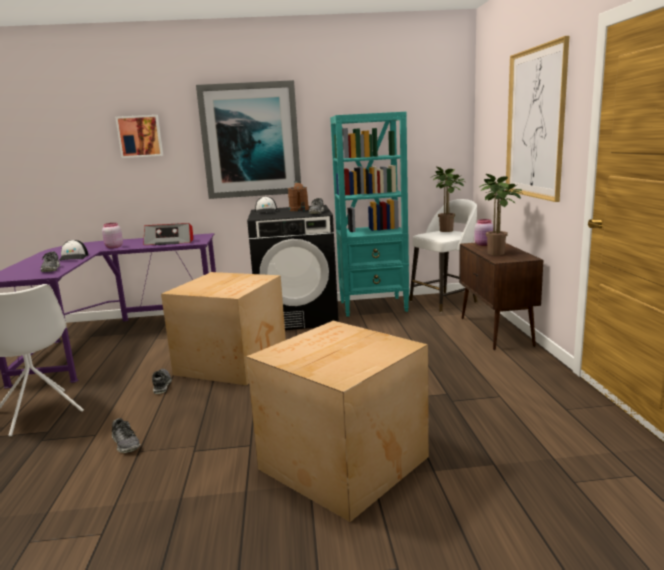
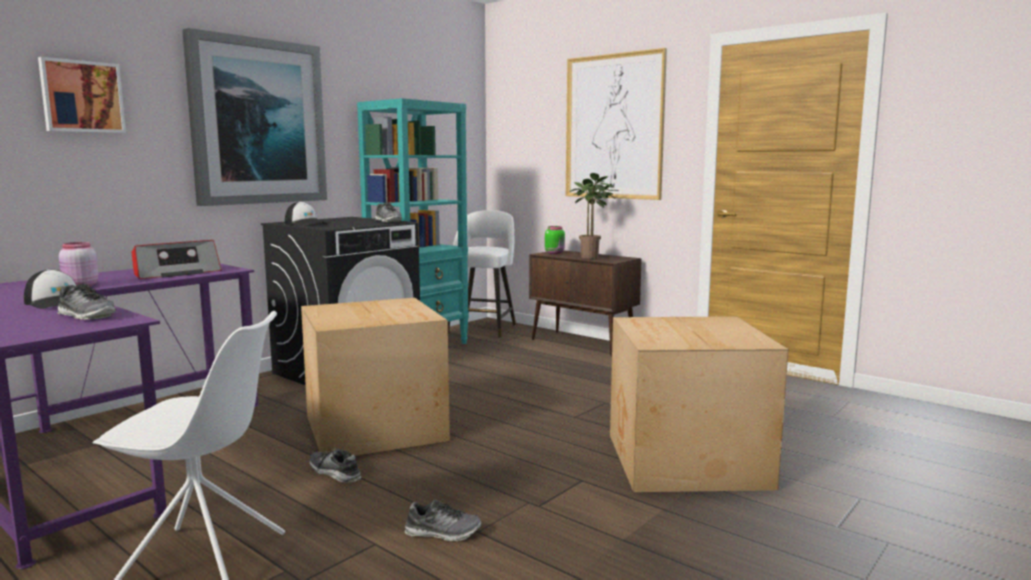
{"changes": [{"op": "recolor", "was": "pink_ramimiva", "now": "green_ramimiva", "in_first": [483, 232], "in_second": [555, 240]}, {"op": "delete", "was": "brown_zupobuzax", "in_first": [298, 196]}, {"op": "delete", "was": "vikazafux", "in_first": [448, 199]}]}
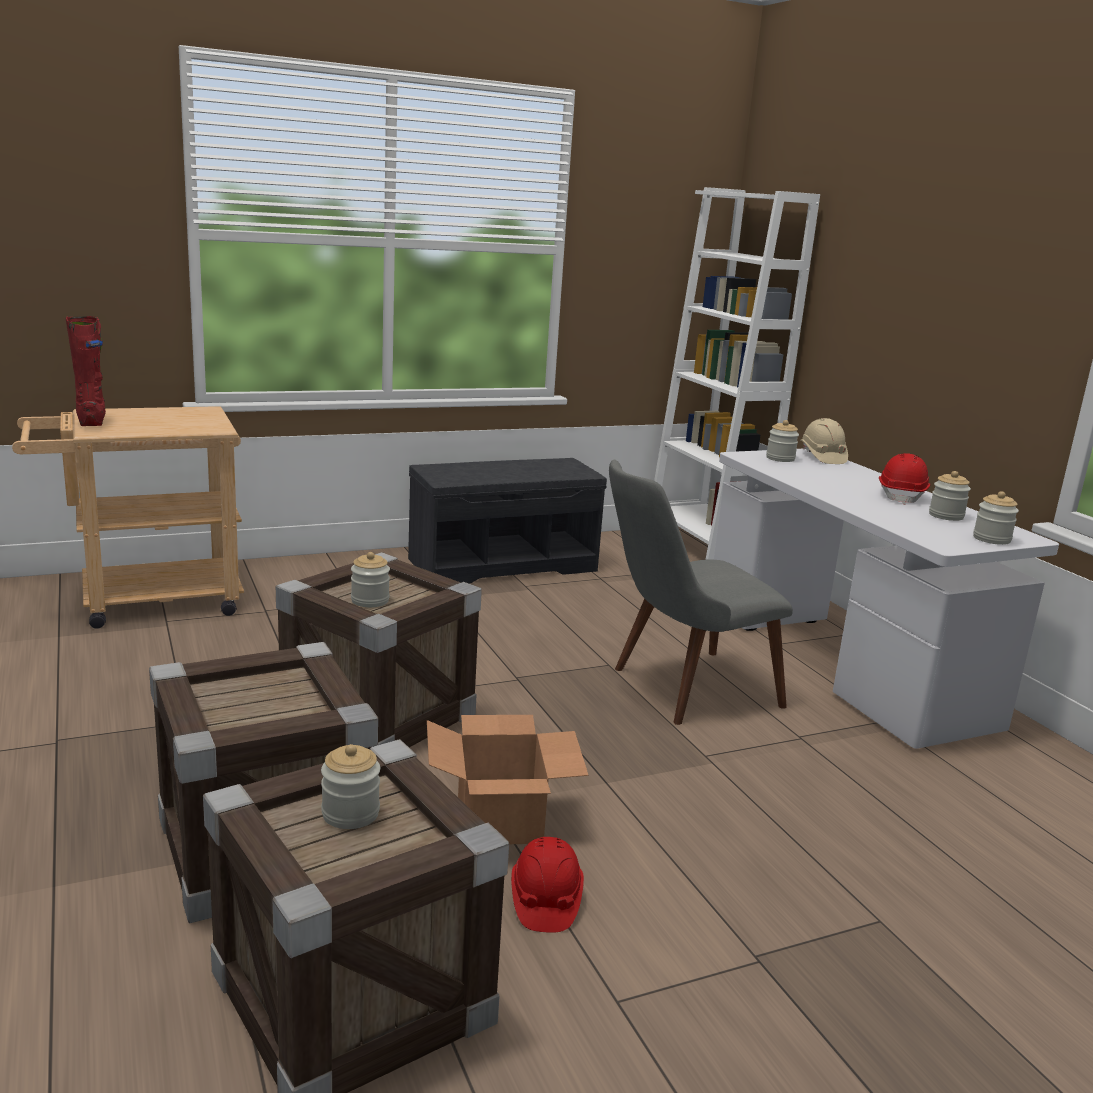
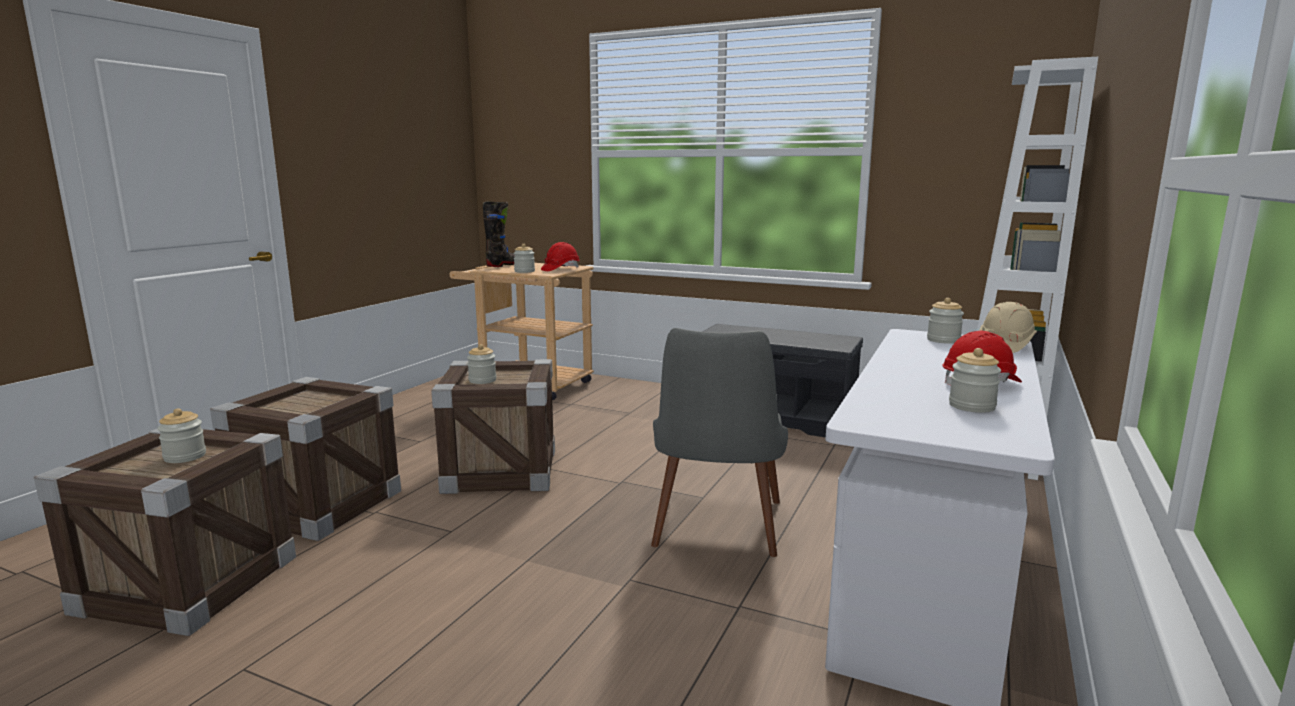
{"changes": [{"op": "recolor", "was": "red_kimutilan", "now": "black_kimutilan", "in_first": [85, 371], "in_second": [498, 234]}, {"op": "move", "was": "ramimiva", "in_first": [996, 518], "in_second": [524, 258]}, {"op": "move", "was": "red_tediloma", "in_first": [547, 885], "in_second": [560, 256]}, {"op": "rotate", "was": "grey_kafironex", "in_first": [701, 592], "in_second": [719, 442], "clockwise": -105}, {"op": "delete", "was": "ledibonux", "in_first": [508, 779]}]}
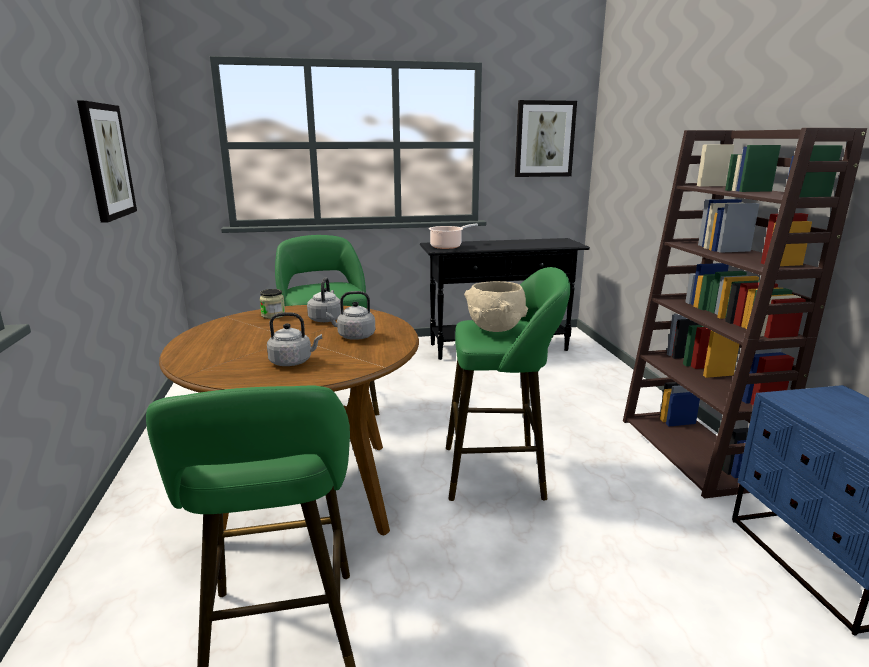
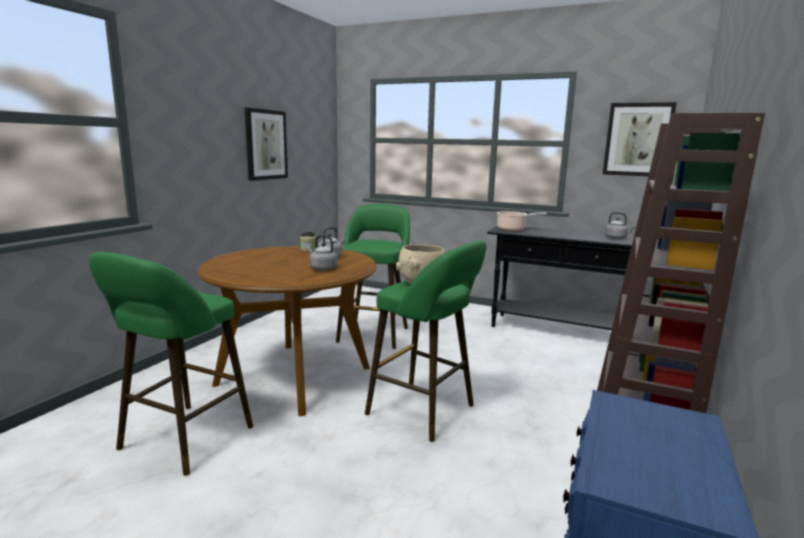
{"changes": [{"op": "move", "was": "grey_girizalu", "in_first": [294, 339], "in_second": [620, 225]}]}
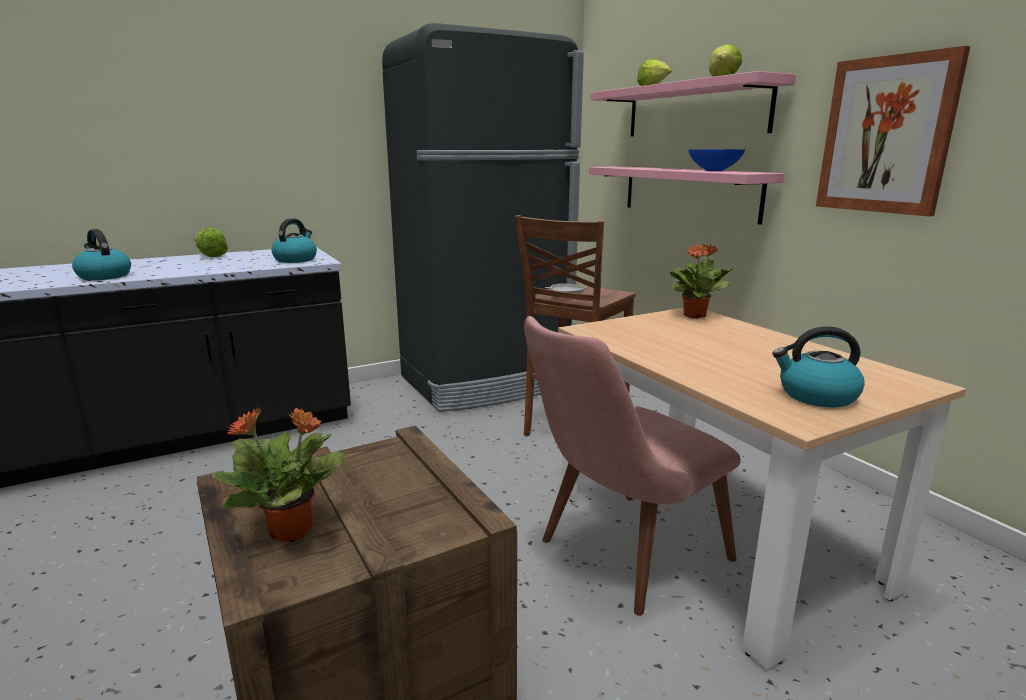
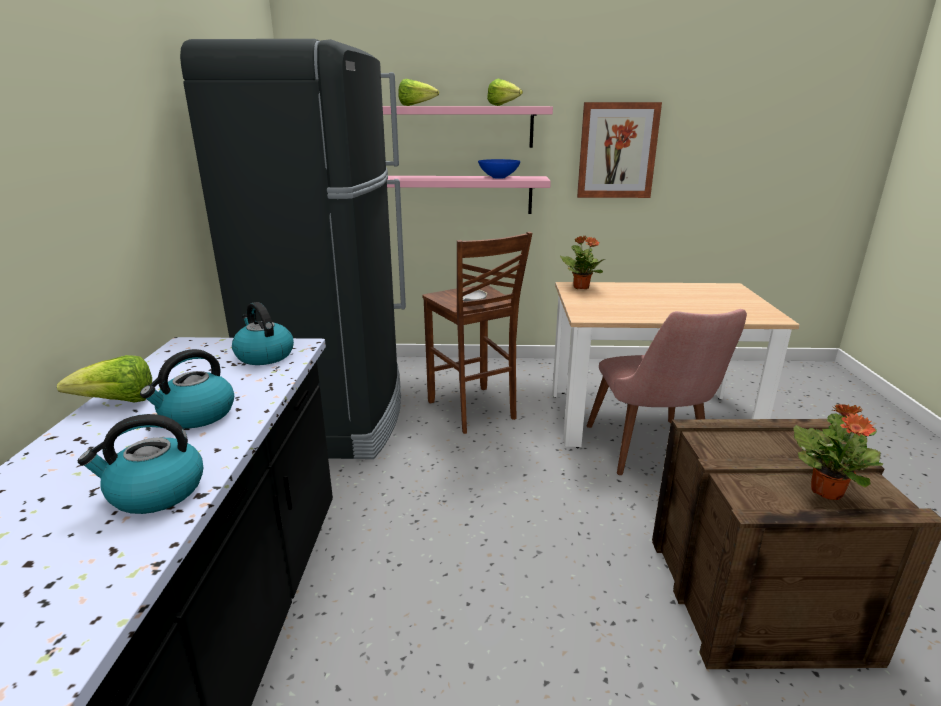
{"changes": [{"op": "move", "was": "girizalu", "in_first": [818, 366], "in_second": [187, 389]}]}
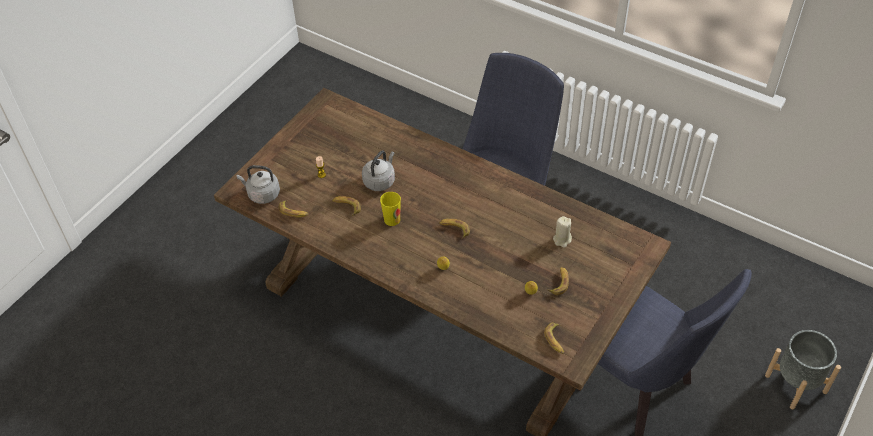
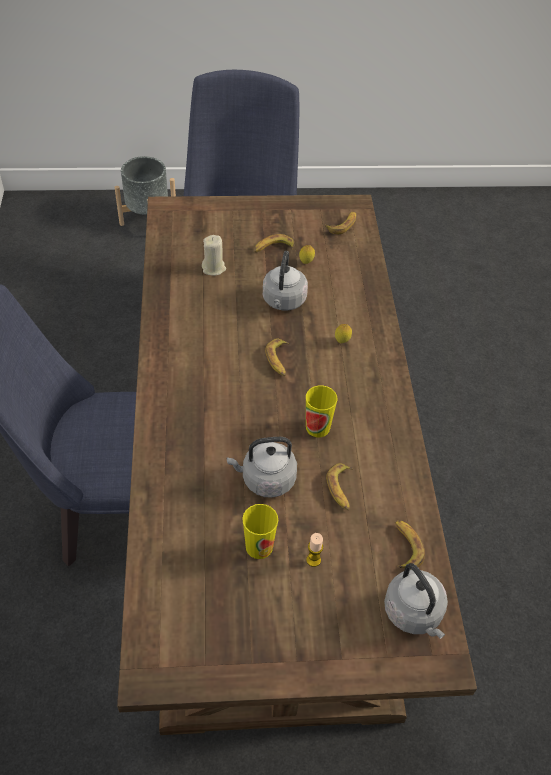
{"changes": [{"op": "insert", "now": "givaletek", "in_second": [260, 531]}, {"op": "insert", "now": "grey_girizalu", "in_second": [285, 281]}]}
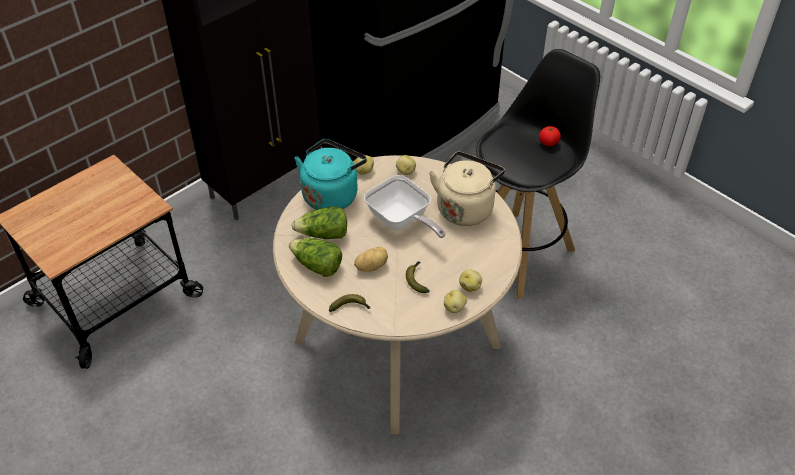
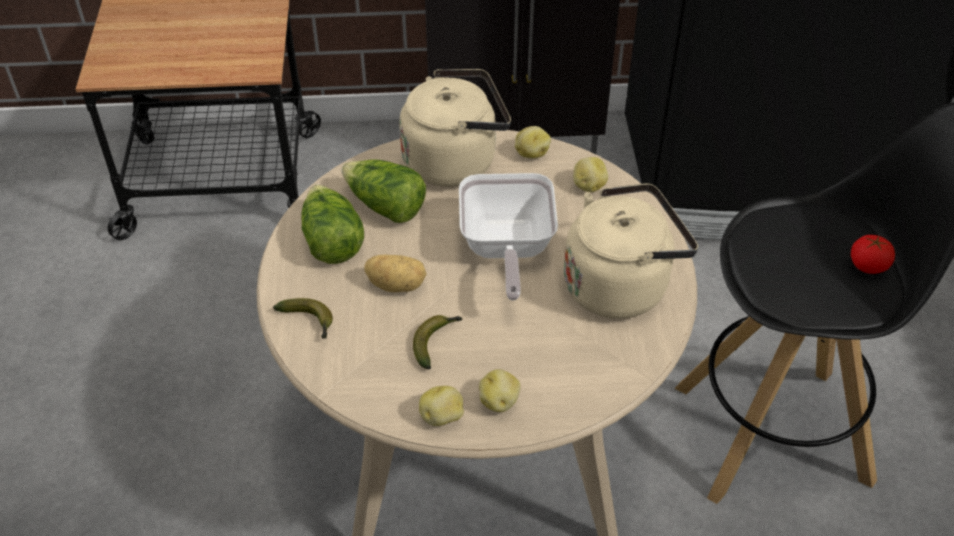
{"changes": [{"op": "recolor", "was": "turquoise_girizalu", "now": "beige_girizalu", "in_first": [331, 174], "in_second": [455, 128]}]}
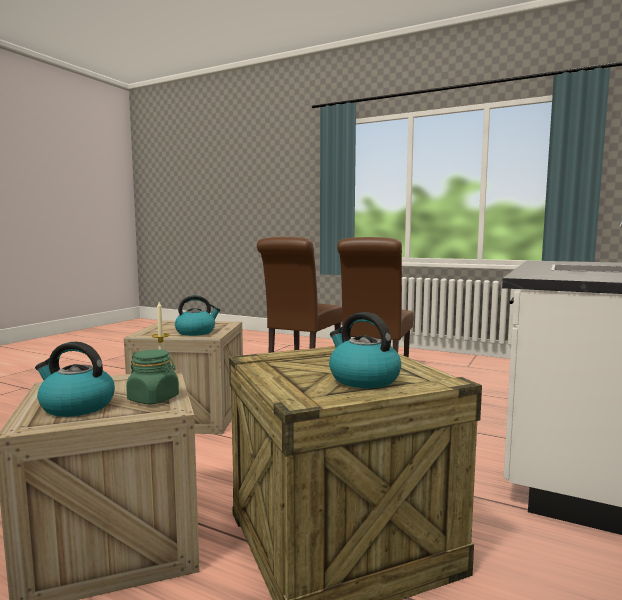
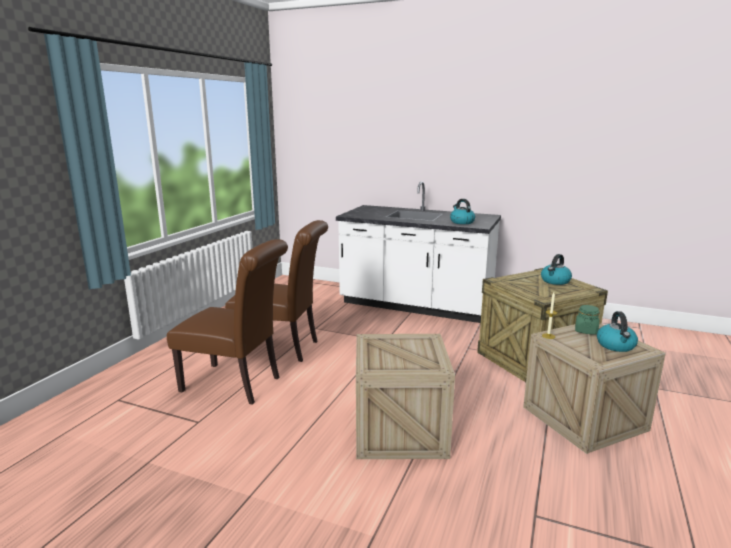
{"changes": [{"op": "move", "was": "girizalu", "in_first": [198, 315], "in_second": [462, 211]}]}
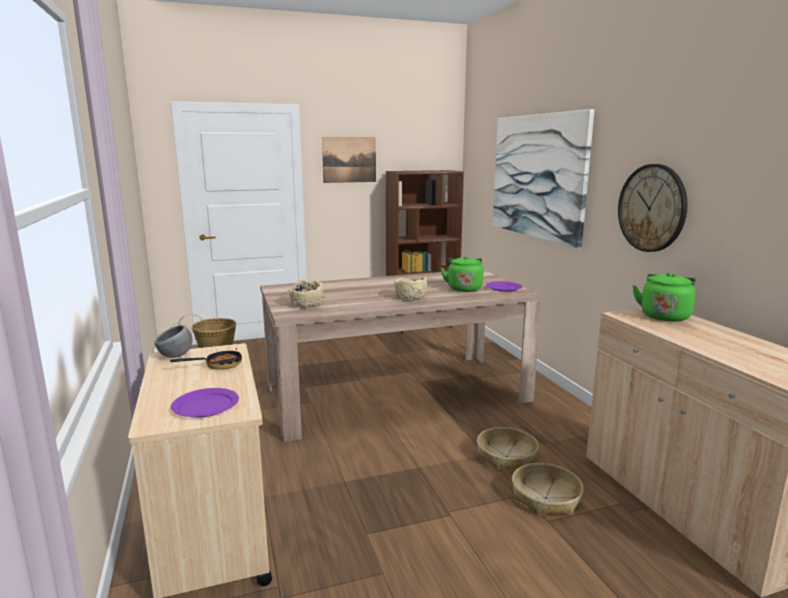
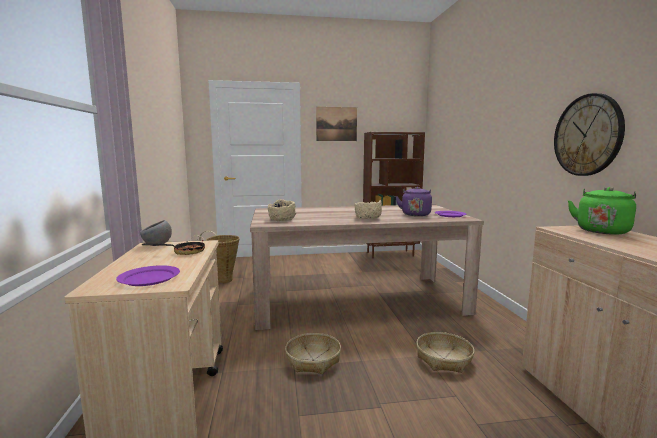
{"changes": [{"op": "move", "was": "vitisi", "in_first": [548, 489], "in_second": [313, 353]}, {"op": "recolor", "was": "green_girizalu", "now": "purple_girizalu", "in_first": [462, 274], "in_second": [414, 201]}, {"op": "delete", "was": "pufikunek", "in_first": [543, 179]}]}
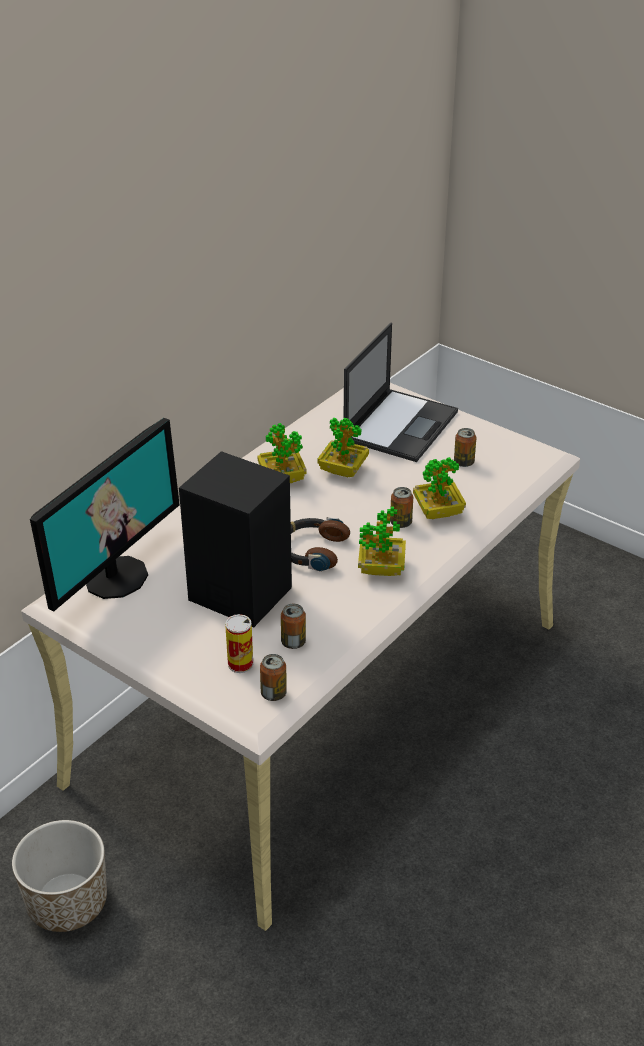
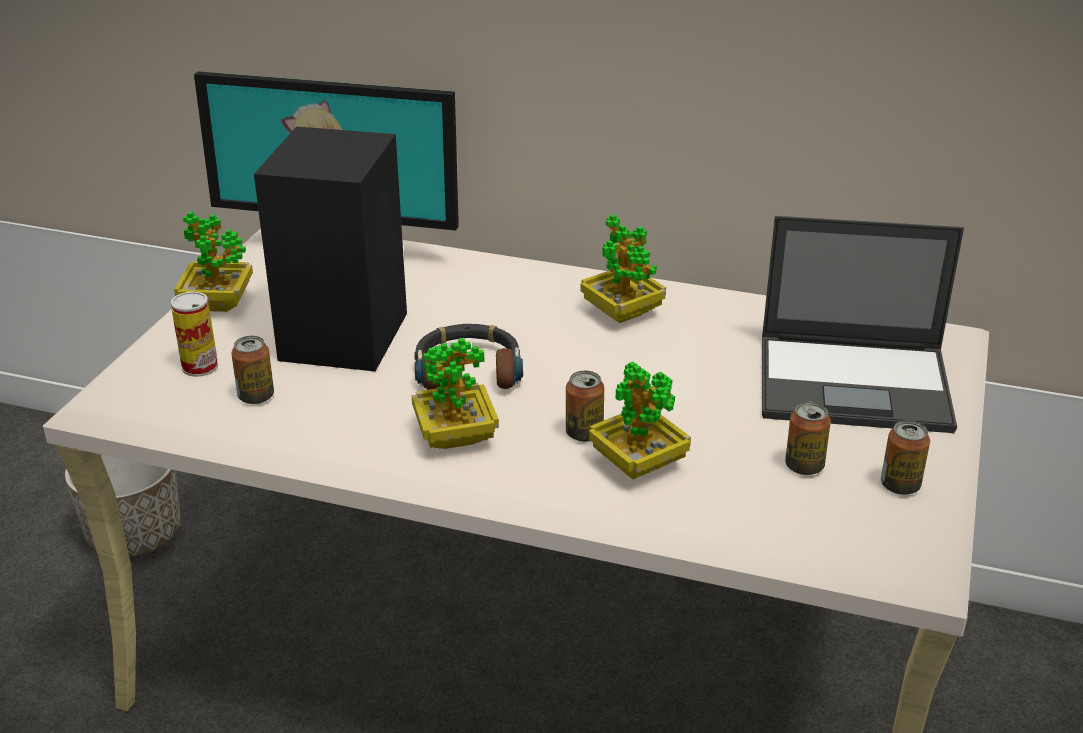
{"changes": [{"op": "move", "was": "vikazafux", "in_first": [343, 447], "in_second": [213, 262]}, {"op": "move", "was": "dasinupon", "in_first": [273, 677], "in_second": [905, 457]}]}
